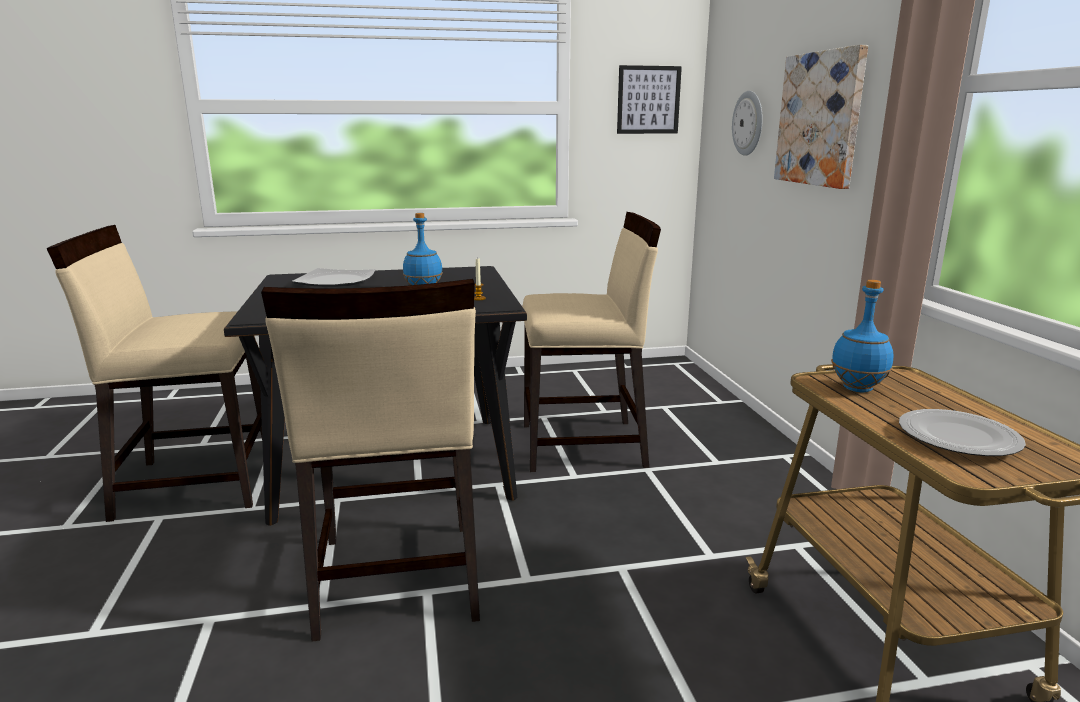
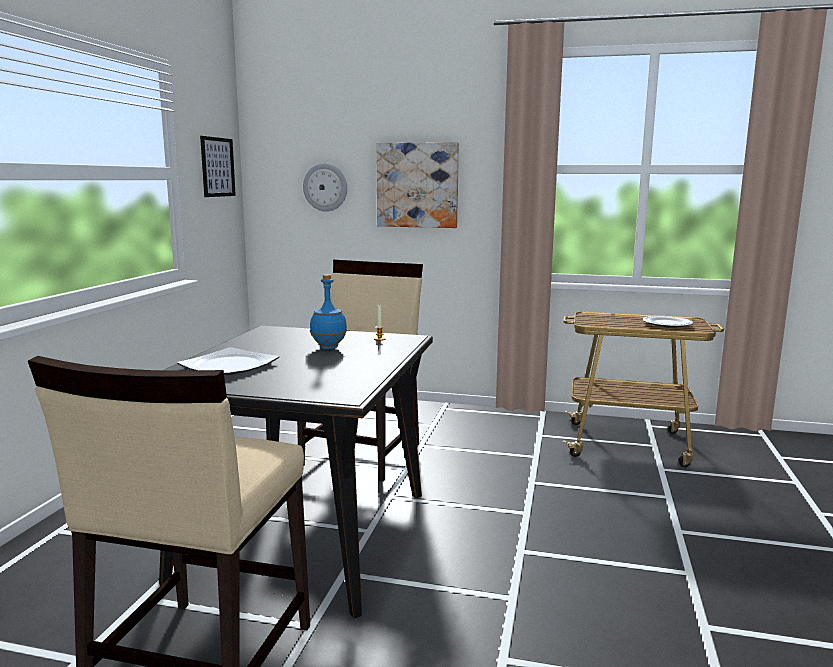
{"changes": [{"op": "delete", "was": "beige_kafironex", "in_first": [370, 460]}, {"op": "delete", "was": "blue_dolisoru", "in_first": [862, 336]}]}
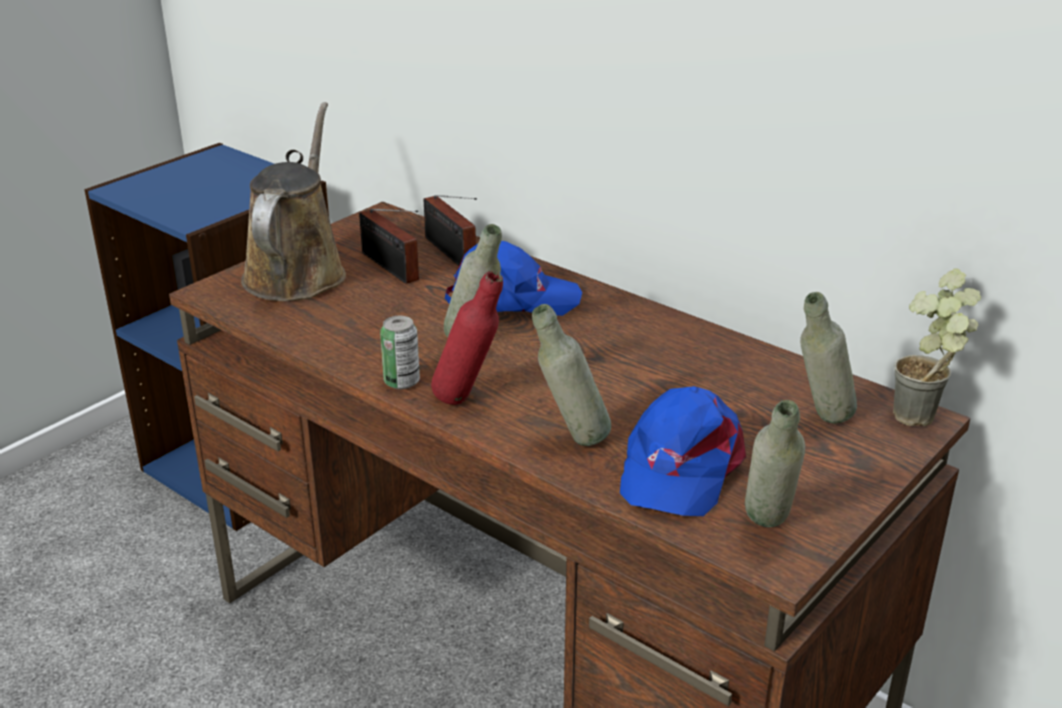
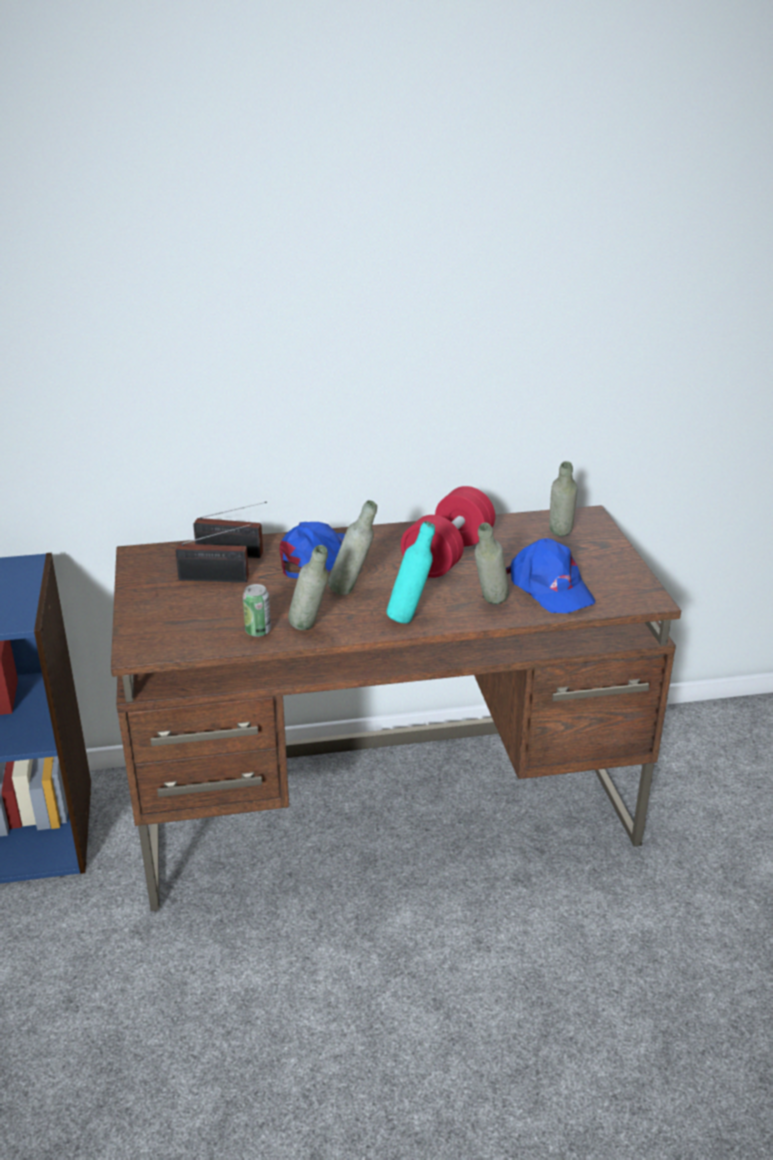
{"changes": [{"op": "move", "was": "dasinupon", "in_first": [400, 352], "in_second": [257, 610]}, {"op": "move", "was": "grey_dolisoru", "in_first": [775, 463], "in_second": [308, 587]}, {"op": "recolor", "was": "red_dolisoru", "now": "turquoise_dolisoru", "in_first": [467, 338], "in_second": [410, 572]}, {"op": "insert", "now": "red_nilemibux", "in_second": [448, 532]}, {"op": "delete", "was": "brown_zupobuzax", "in_first": [293, 201]}, {"op": "delete", "was": "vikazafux", "in_first": [937, 347]}]}
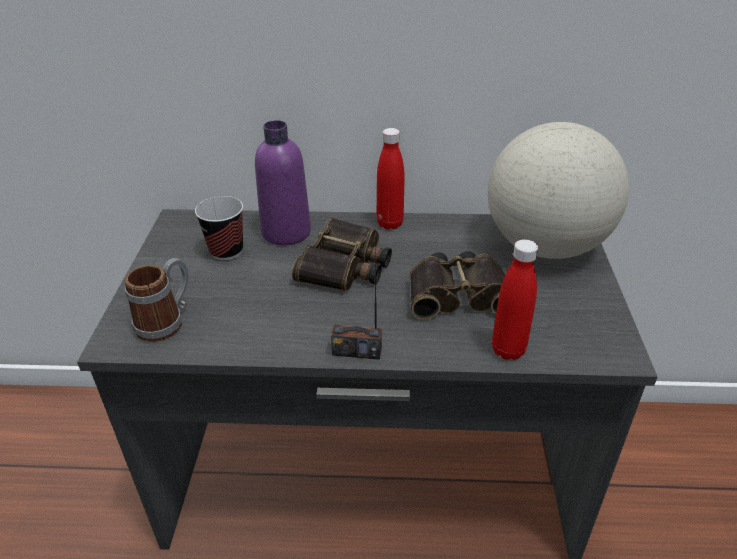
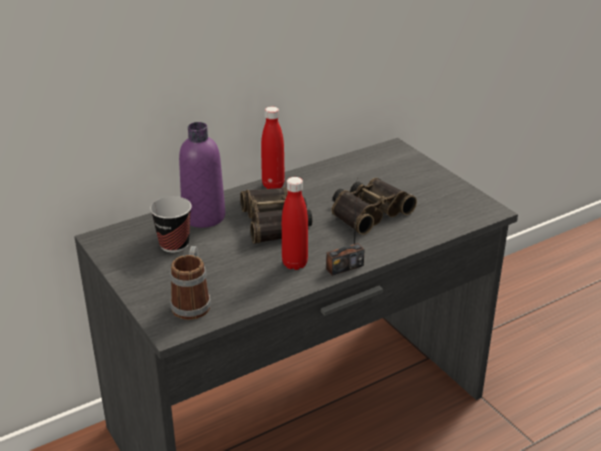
{"changes": [{"op": "move", "was": "red_dolisoru", "in_first": [515, 299], "in_second": [295, 223]}, {"op": "delete", "was": "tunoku", "in_first": [558, 190]}]}
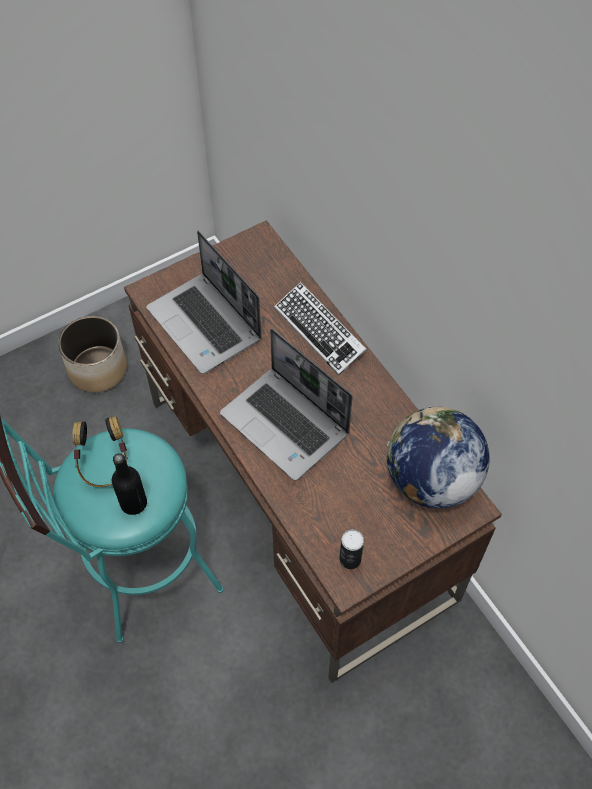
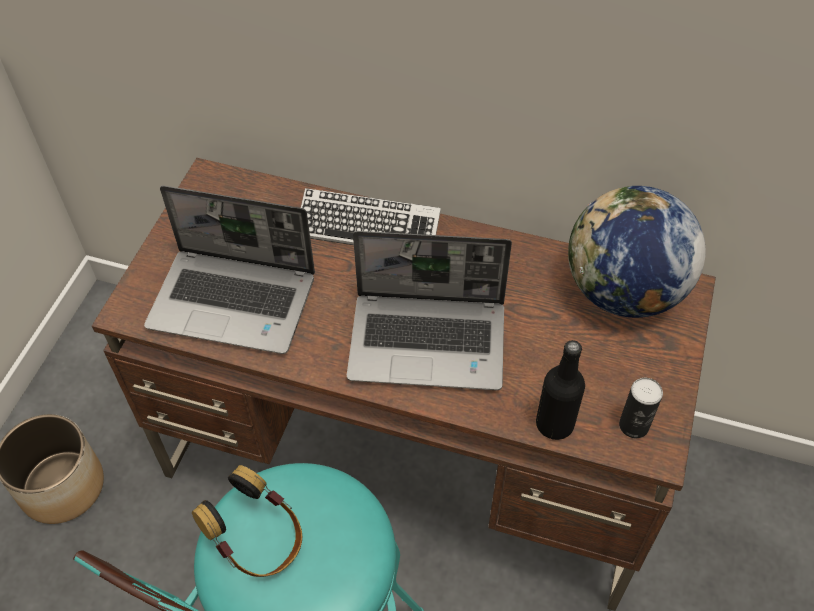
{"changes": [{"op": "move", "was": "black_dolisoru", "in_first": [129, 484], "in_second": [560, 390]}]}
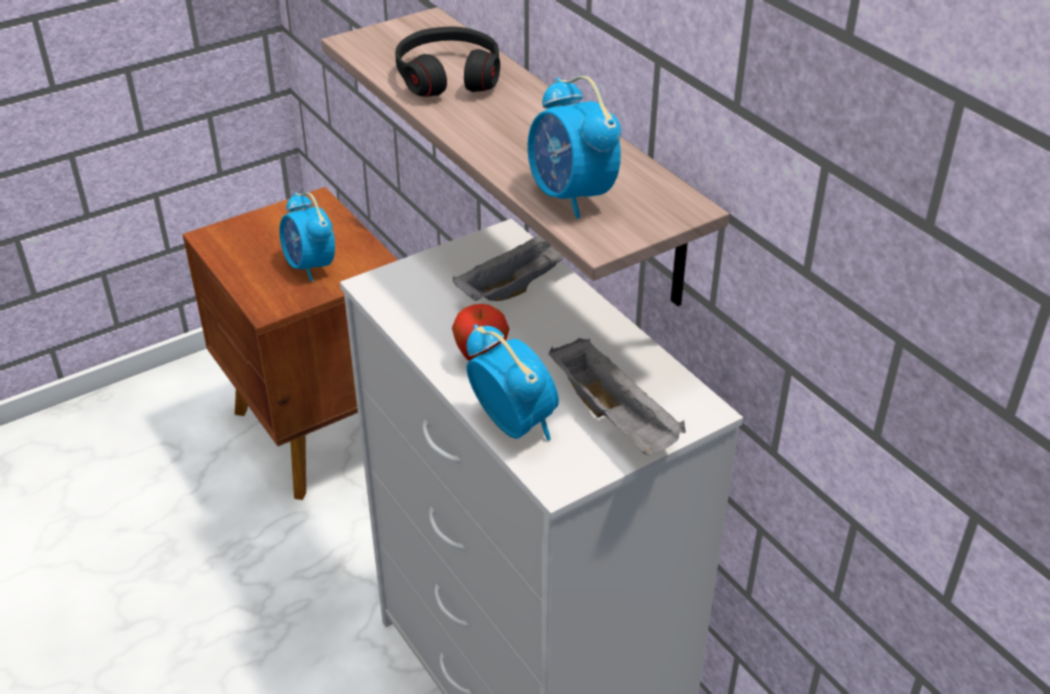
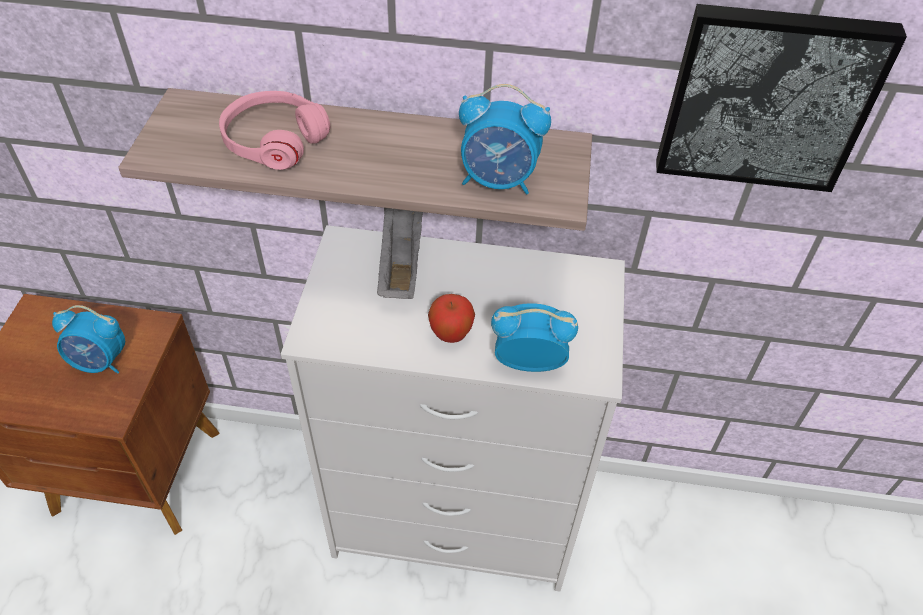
{"changes": [{"op": "recolor", "was": "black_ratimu", "now": "pink_ratimu", "in_first": [447, 62], "in_second": [274, 130]}, {"op": "insert", "now": "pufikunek", "in_second": [781, 98]}, {"op": "delete", "was": "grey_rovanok", "in_first": [617, 396]}]}
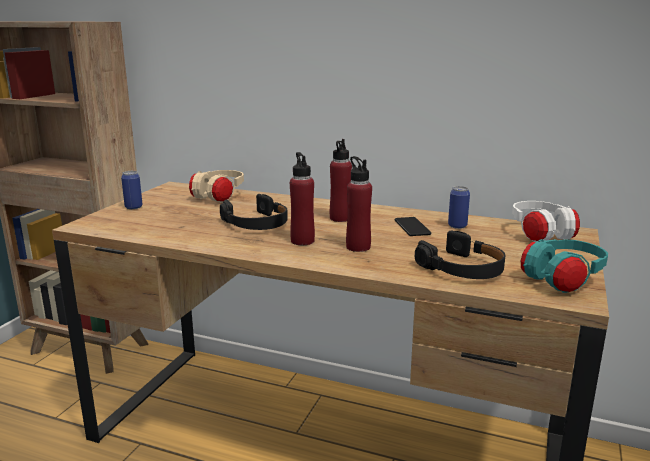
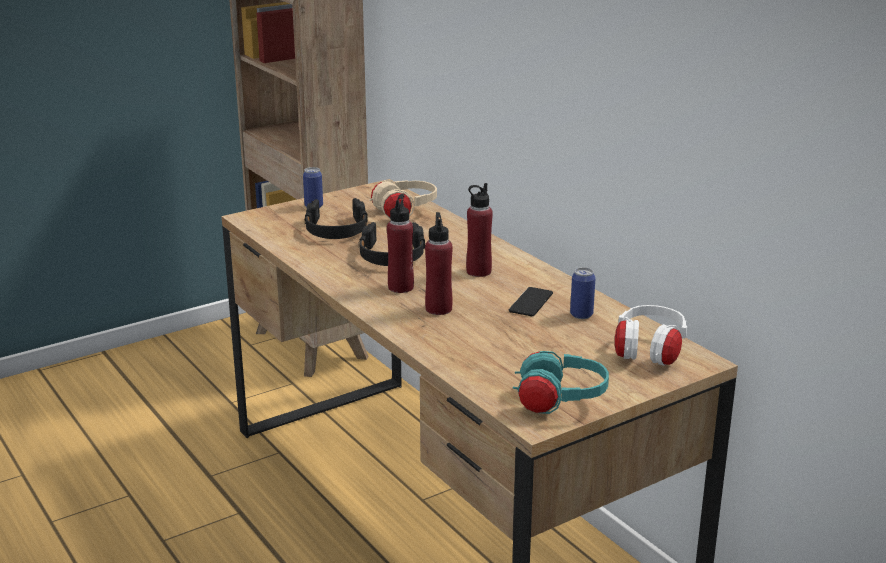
{"changes": [{"op": "move", "was": "black_ratimu", "in_first": [460, 255], "in_second": [336, 218]}]}
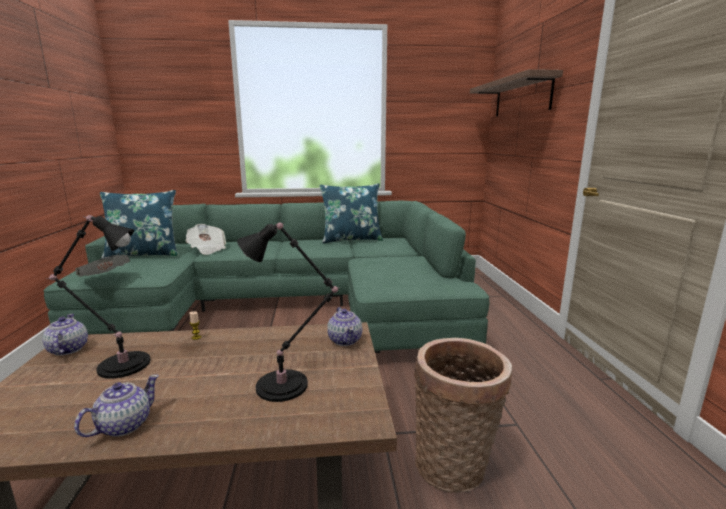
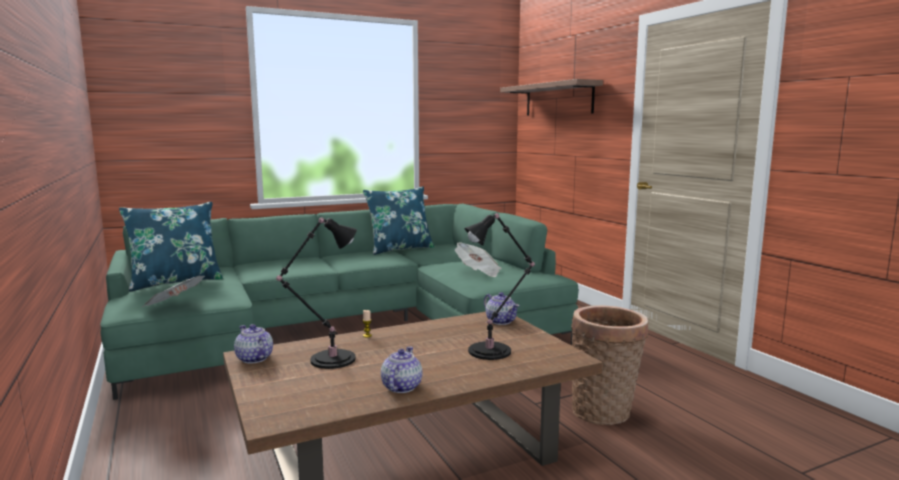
{"changes": [{"op": "move", "was": "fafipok", "in_first": [205, 239], "in_second": [478, 259]}]}
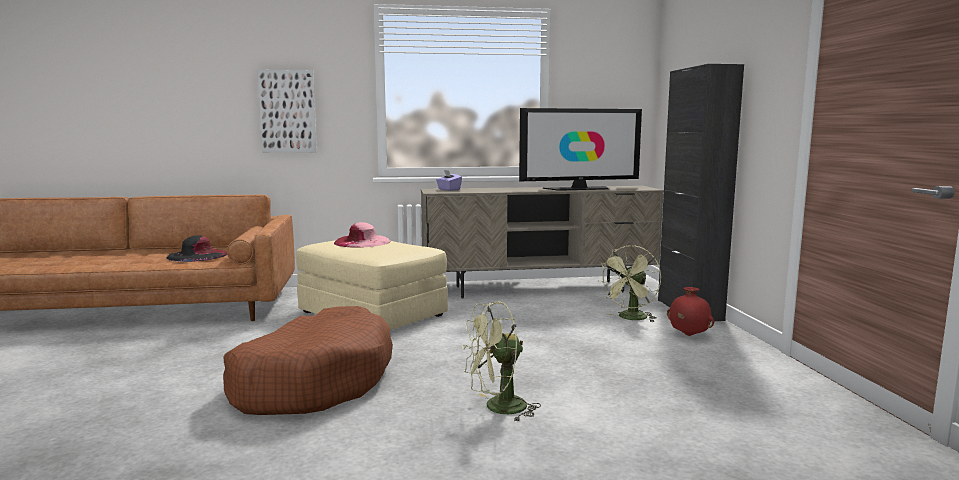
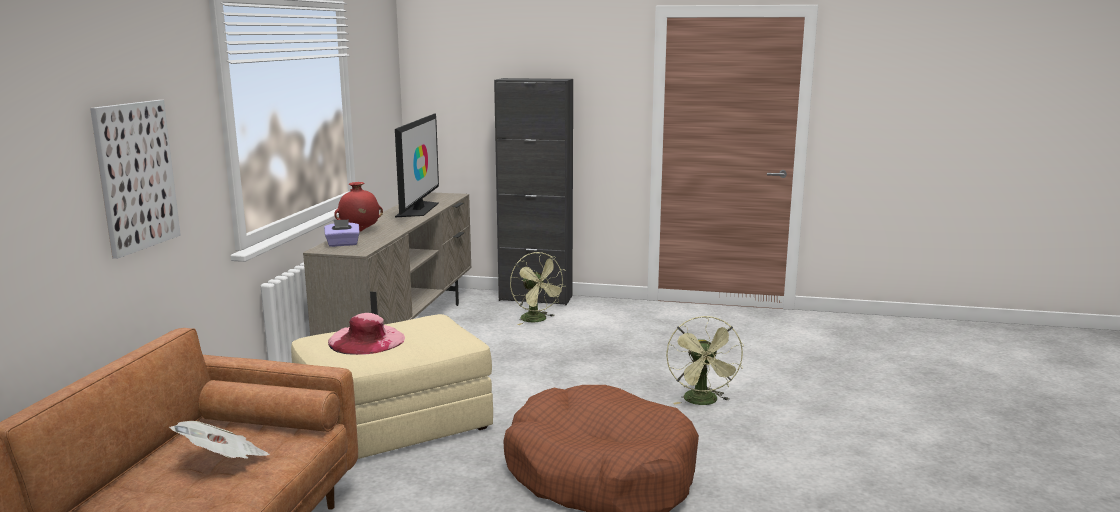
{"changes": [{"op": "replace", "was": "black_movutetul", "now": "fafipok", "in_first": [196, 248], "in_second": [219, 440]}, {"op": "move", "was": "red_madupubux", "in_first": [690, 311], "in_second": [358, 207]}]}
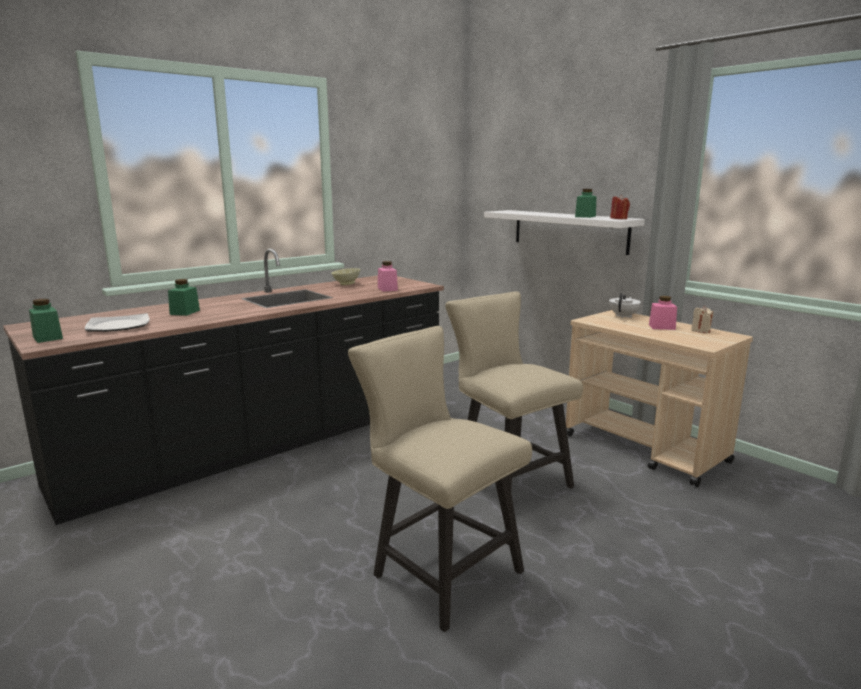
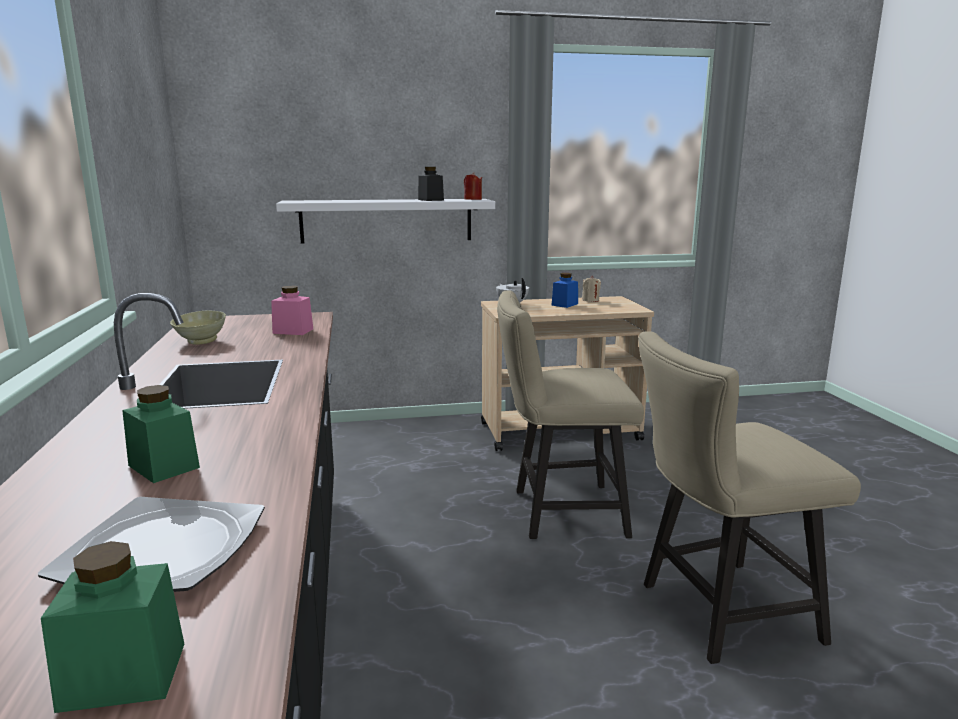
{"changes": [{"op": "recolor", "was": "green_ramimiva", "now": "black_ramimiva", "in_first": [586, 203], "in_second": [431, 184]}, {"op": "recolor", "was": "pink_ramimiva", "now": "blue_ramimiva", "in_first": [663, 313], "in_second": [564, 290]}]}
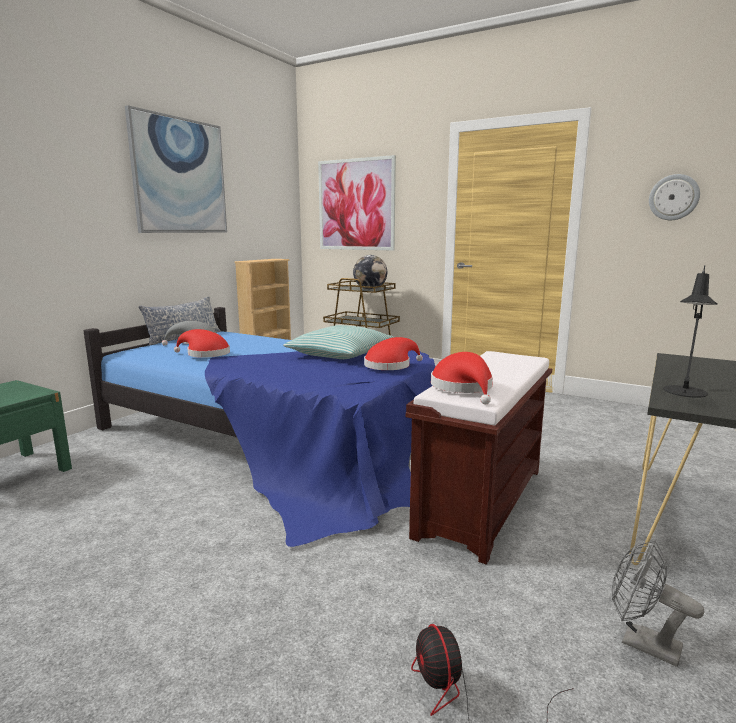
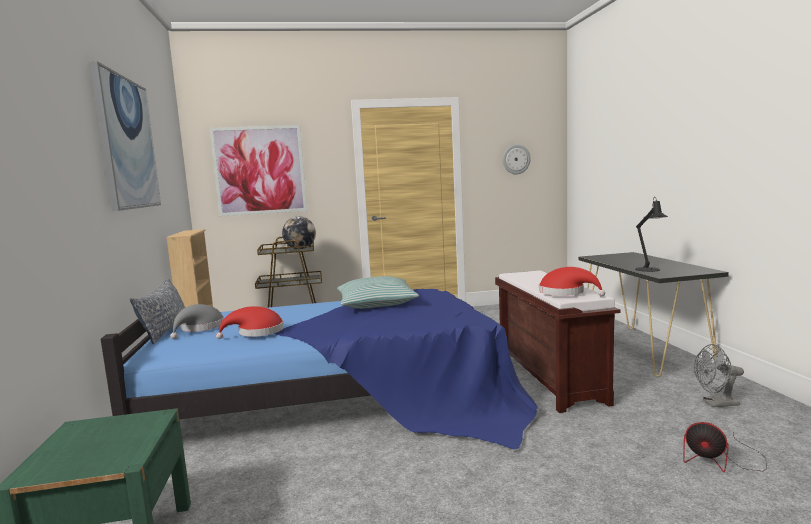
{"changes": [{"op": "delete", "was": "red_movutetul", "in_first": [393, 353]}]}
